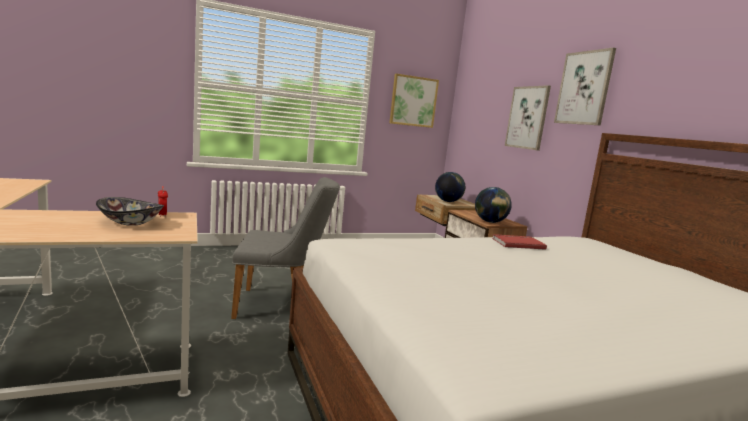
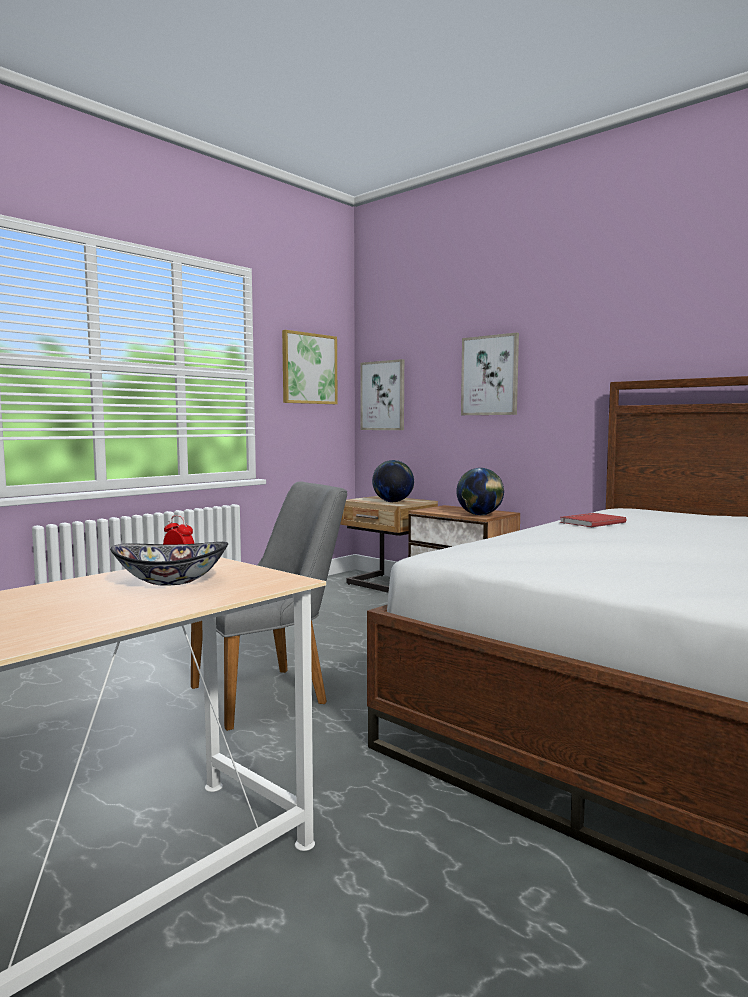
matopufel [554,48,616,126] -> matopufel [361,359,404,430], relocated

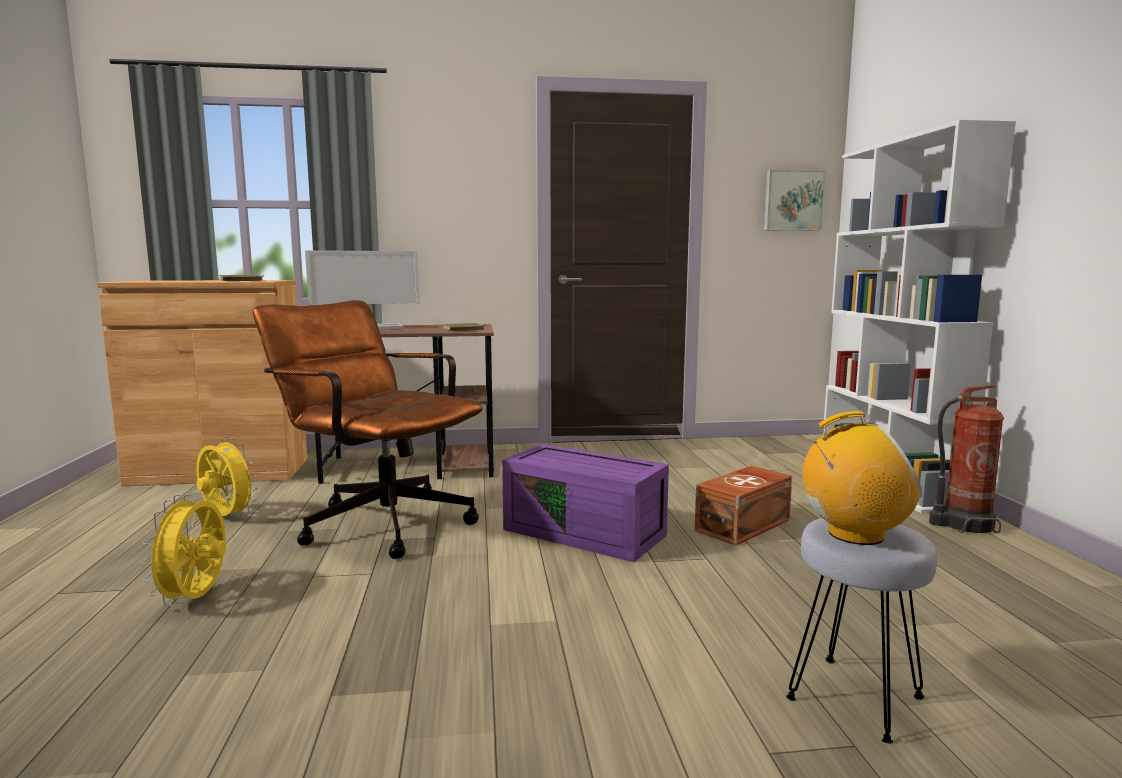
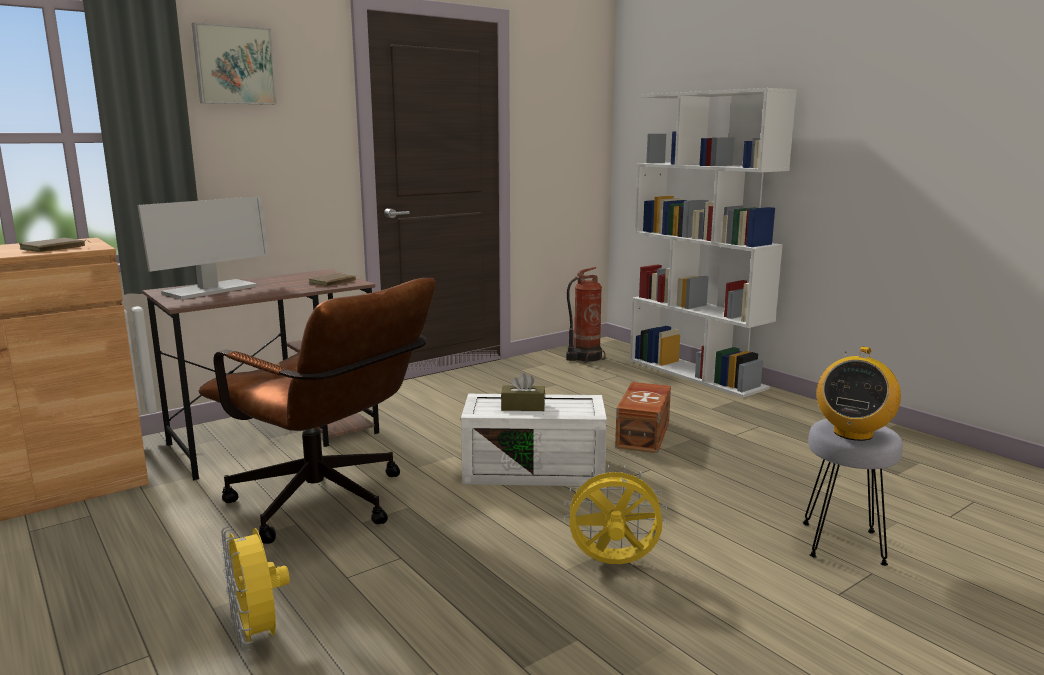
none -> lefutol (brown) [501,373,545,411]
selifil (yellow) [196,436,258,517] -> selifil (yellow) [564,465,667,564], relocated
matopufel [764,170,826,231] -> matopufel [192,22,277,105], relocated
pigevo [929,385,1004,533] -> pigevo [566,267,605,363], relocated
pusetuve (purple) [502,444,669,562] -> pusetuve (white) [461,394,607,486]
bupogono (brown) [253,300,483,559] -> bupogono (brown) [199,278,436,544], 150 degrees counterclockwise
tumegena [802,411,922,545] -> tumegena [817,347,901,441], 150 degrees clockwise

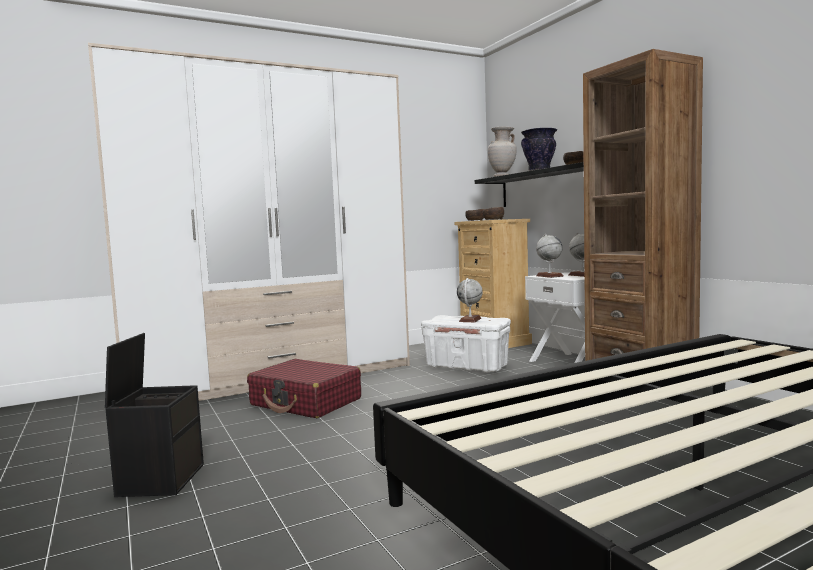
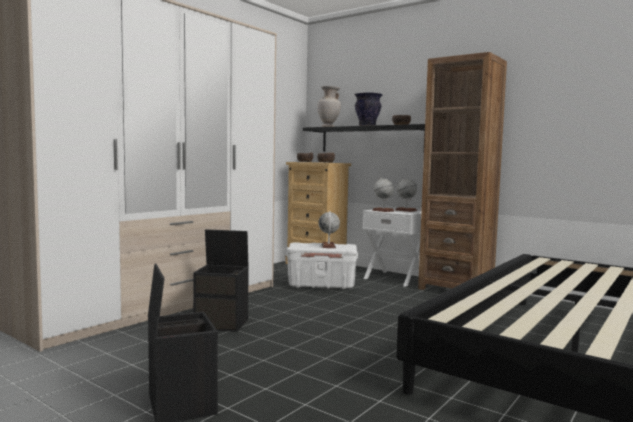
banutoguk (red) [247,359,361,418] -> pusetuve (black) [193,229,249,332]

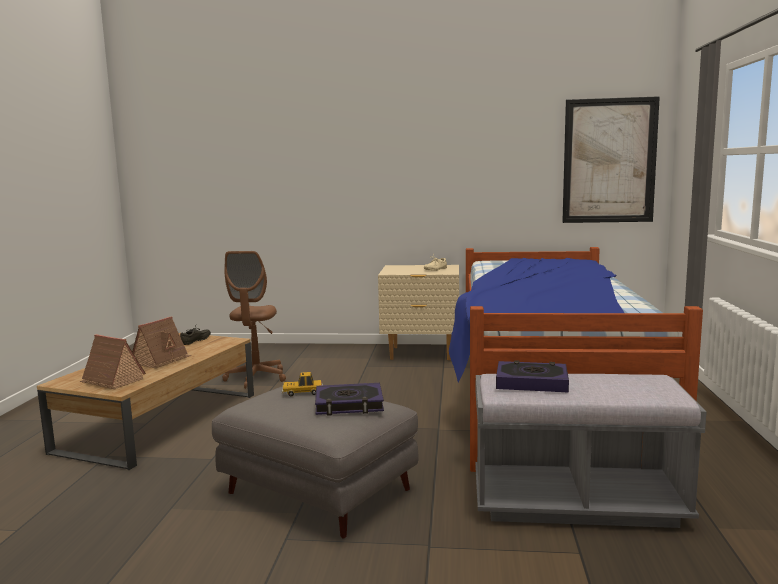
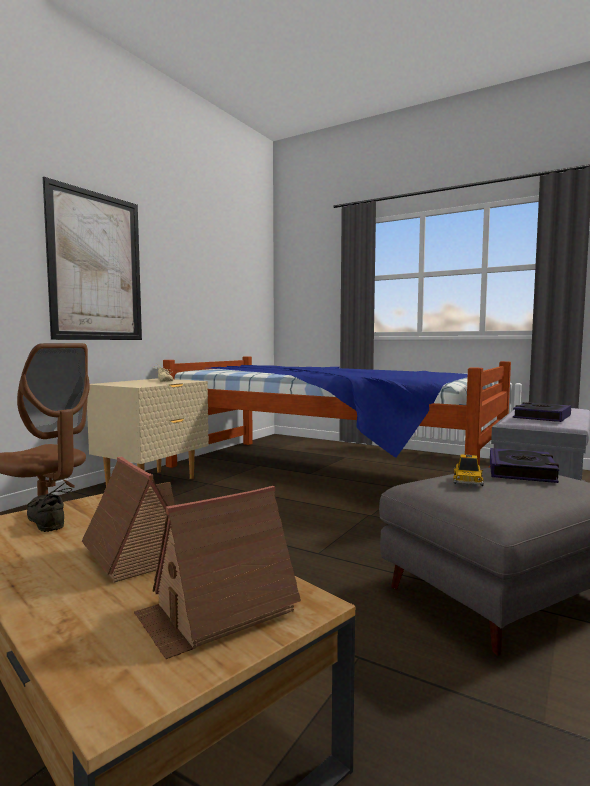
matopufel [562,96,660,223] -> matopufel [43,177,142,340], relocated

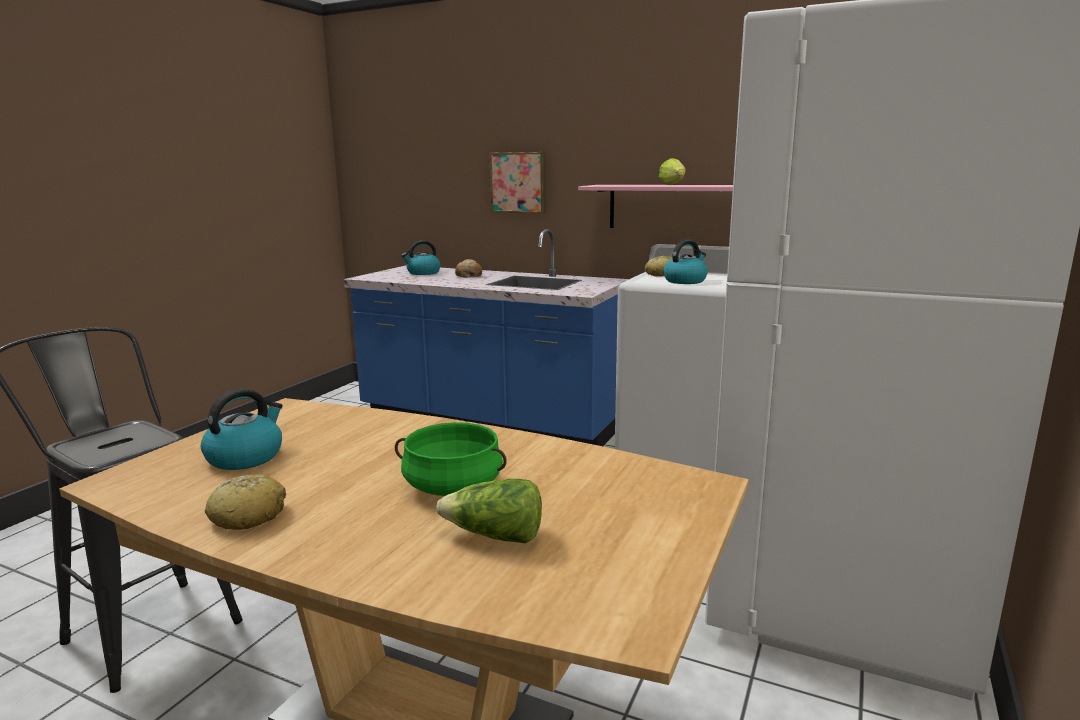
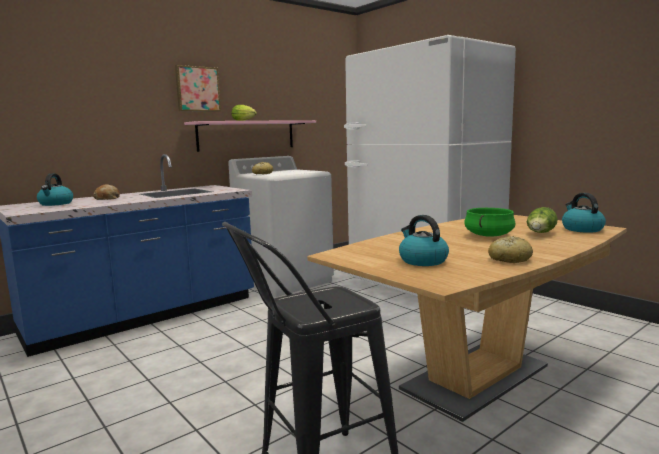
matopufel [489,152,546,214] -> matopufel [175,65,221,112], relocated
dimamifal [663,240,708,284] -> dimamifal [562,193,606,233], relocated

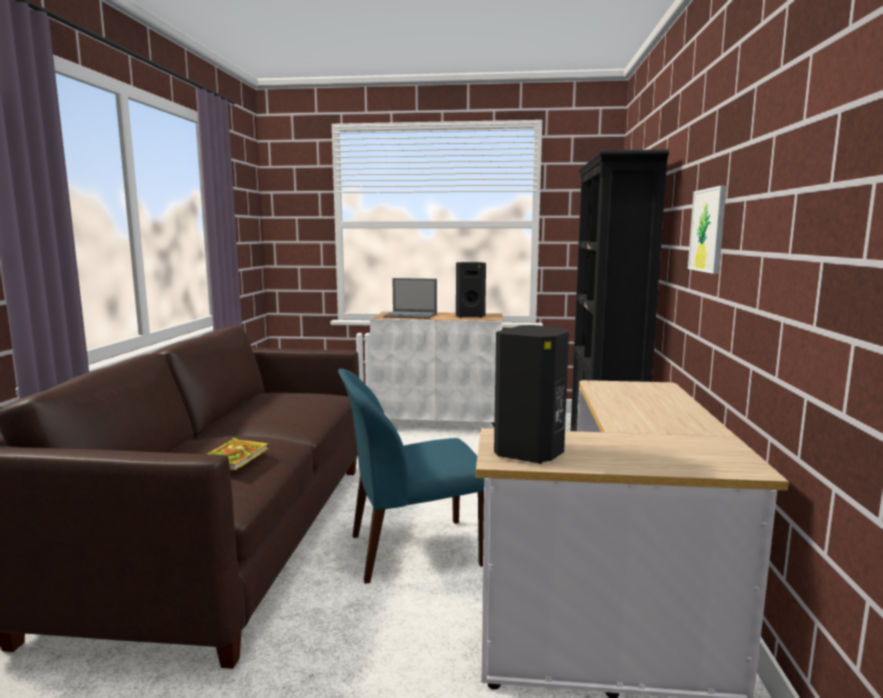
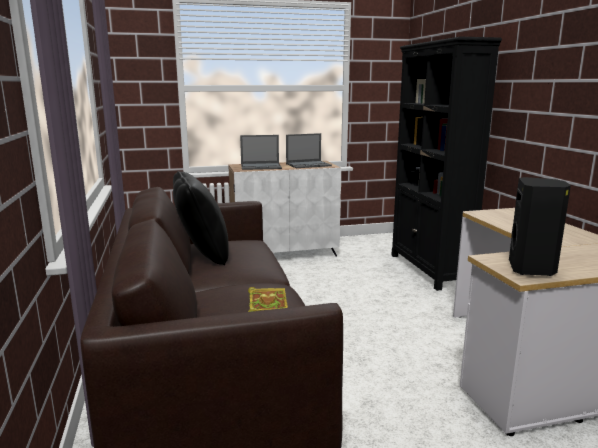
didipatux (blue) [338,369,484,584] -> none
matopufel [688,186,727,274] -> none
none -> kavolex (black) [173,171,229,265]
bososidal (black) [456,262,486,318] -> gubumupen [286,133,332,168]

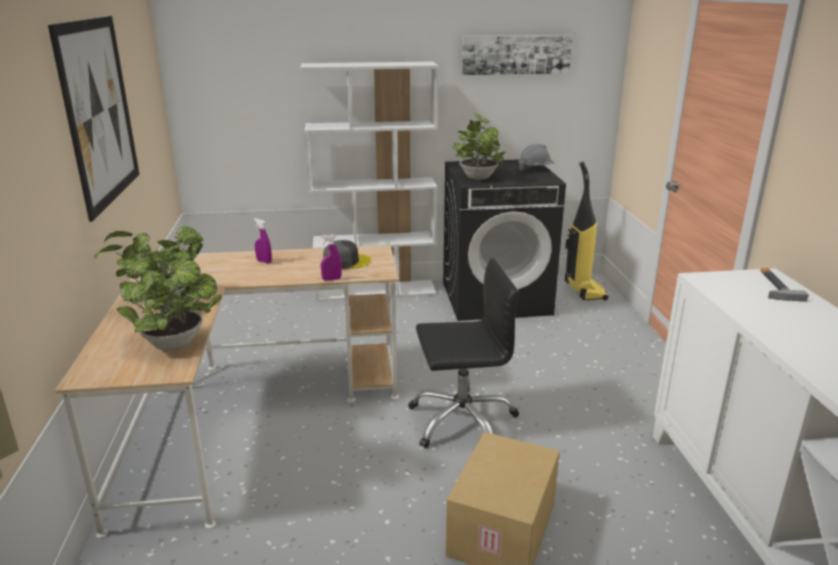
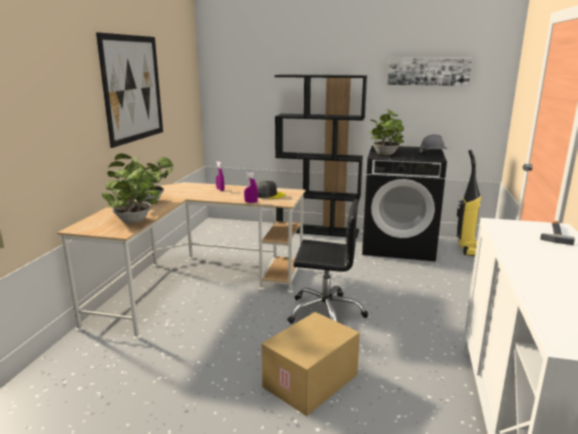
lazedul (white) [300,62,439,301] -> lazedul (black) [275,74,367,238]

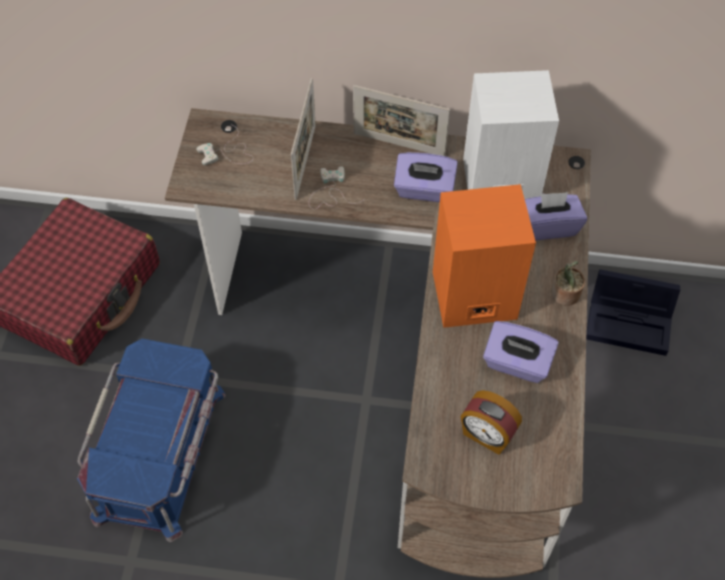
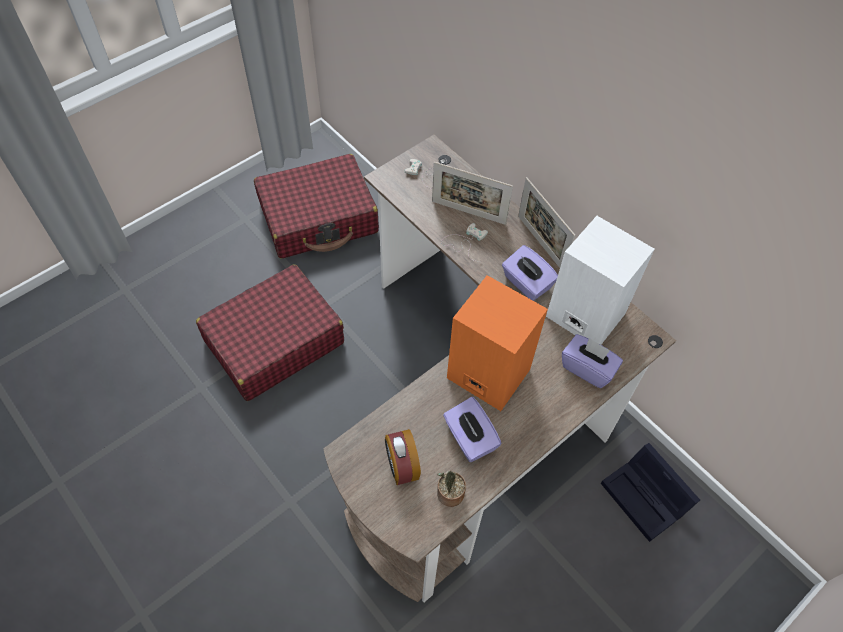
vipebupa [551,261,585,306] -> vipebupa [437,471,466,507], relocated
pusetuve (blue) [77,339,225,542] -> banutoguk (red) [196,264,344,401]
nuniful [291,78,316,200] -> nuniful [432,162,513,225], 60 degrees clockwise

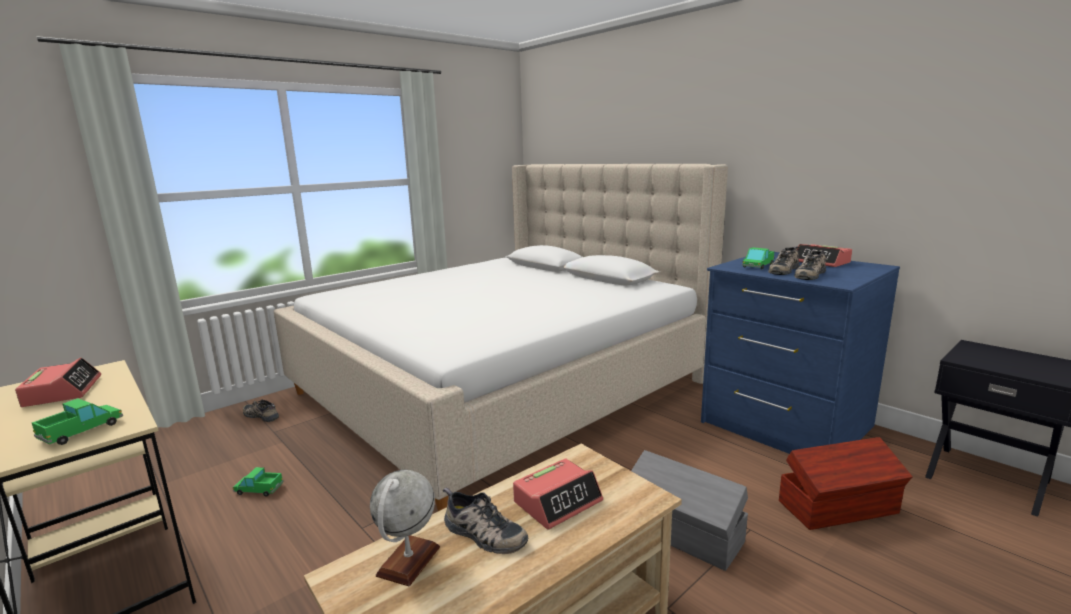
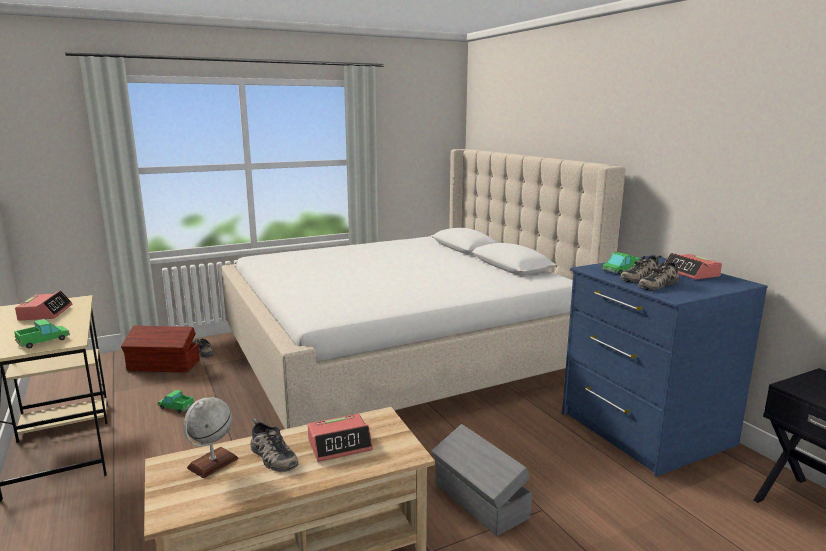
pusetuve (brown) [779,437,912,530] -> pusetuve (brown) [121,325,200,372], relocated

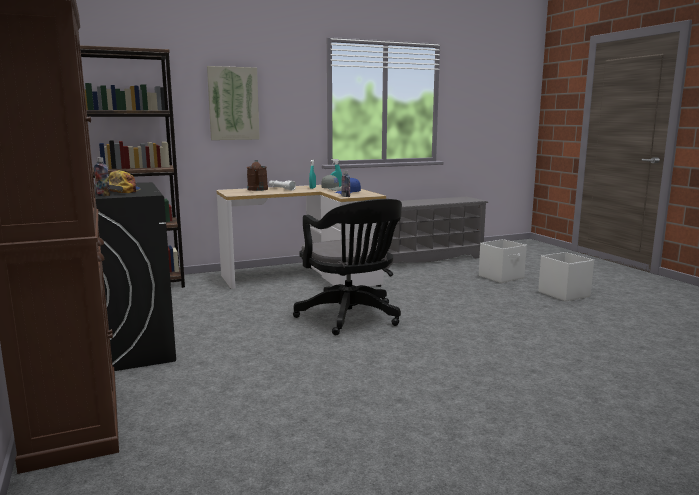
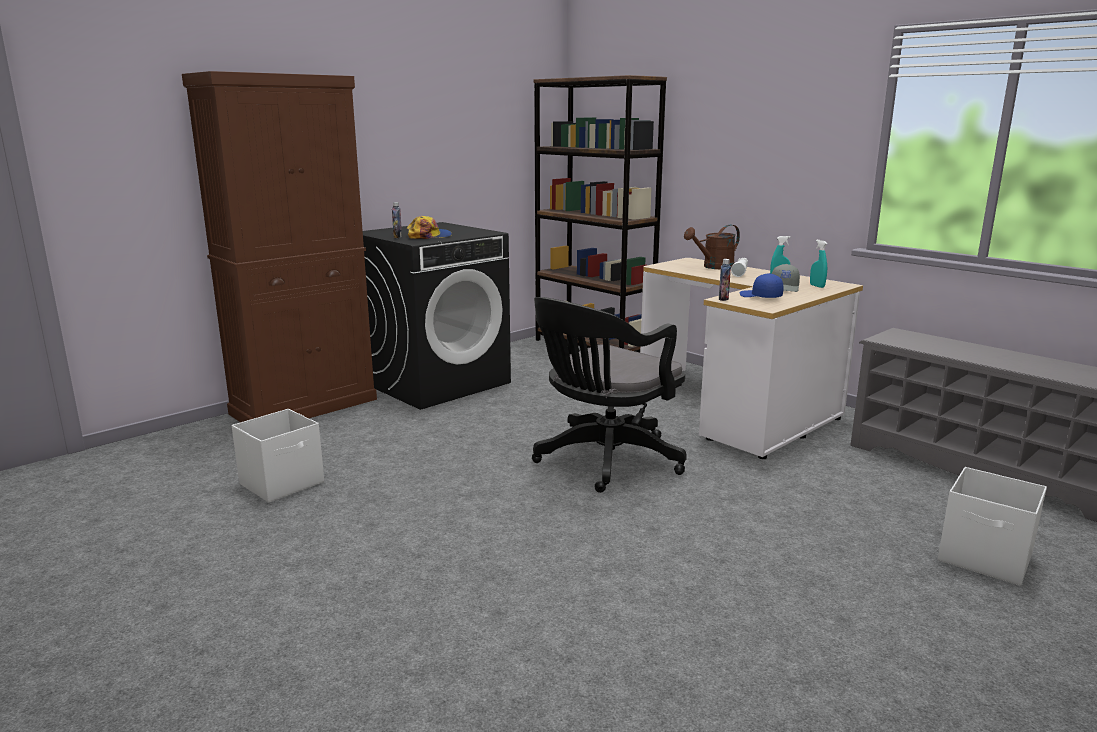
matopufel [207,66,260,140] -> none
pusetuve (white) [538,252,594,302] -> pusetuve (white) [232,409,324,503], relocated

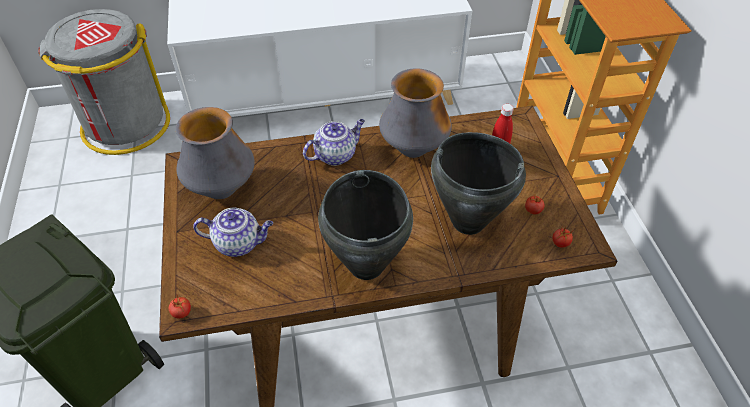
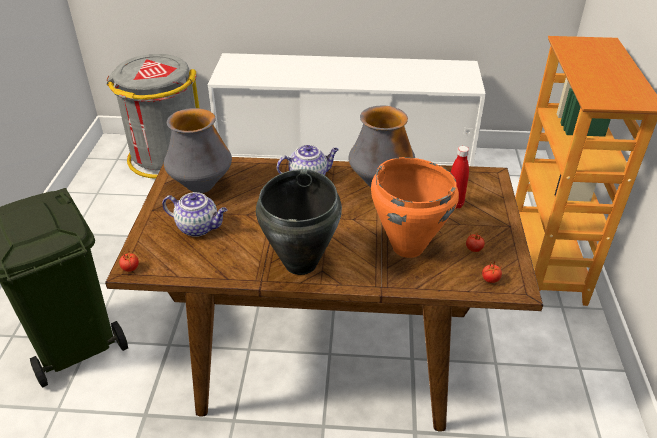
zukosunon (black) [431,132,526,235] -> zukosunon (orange) [371,157,459,258]

